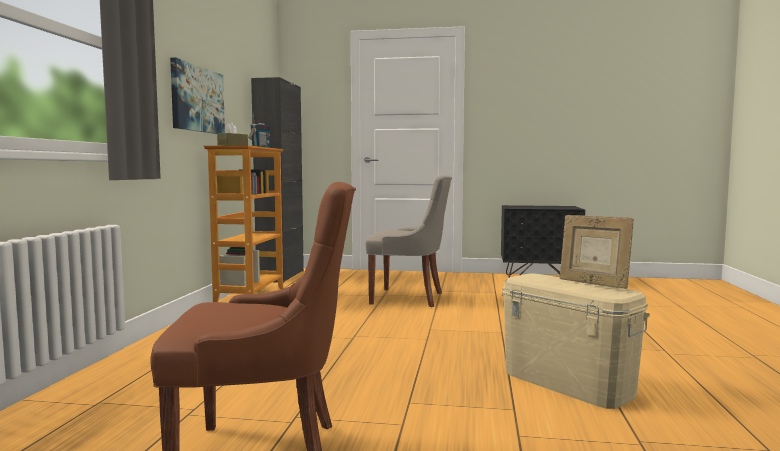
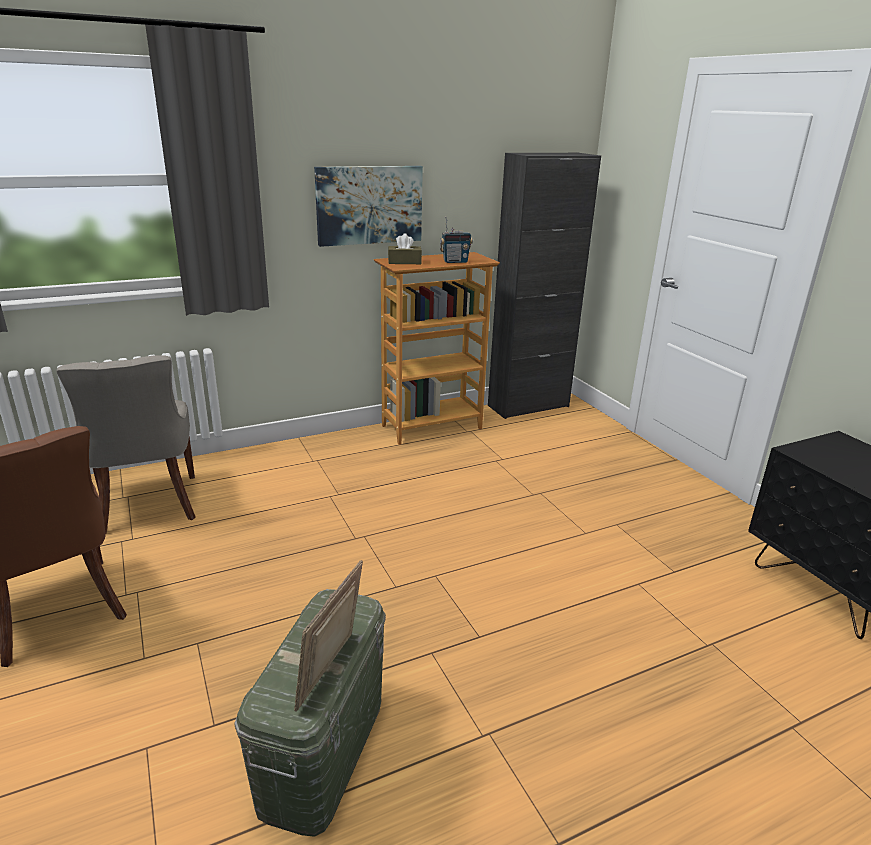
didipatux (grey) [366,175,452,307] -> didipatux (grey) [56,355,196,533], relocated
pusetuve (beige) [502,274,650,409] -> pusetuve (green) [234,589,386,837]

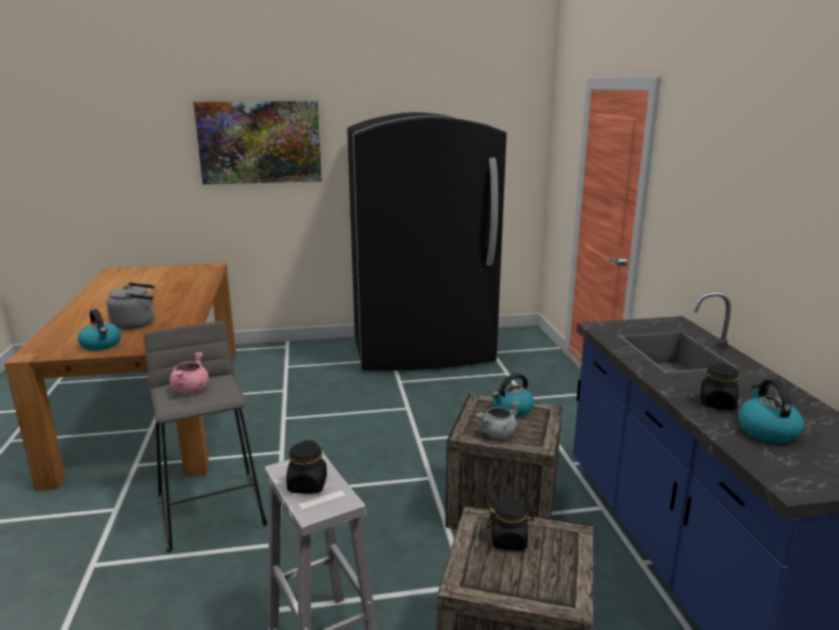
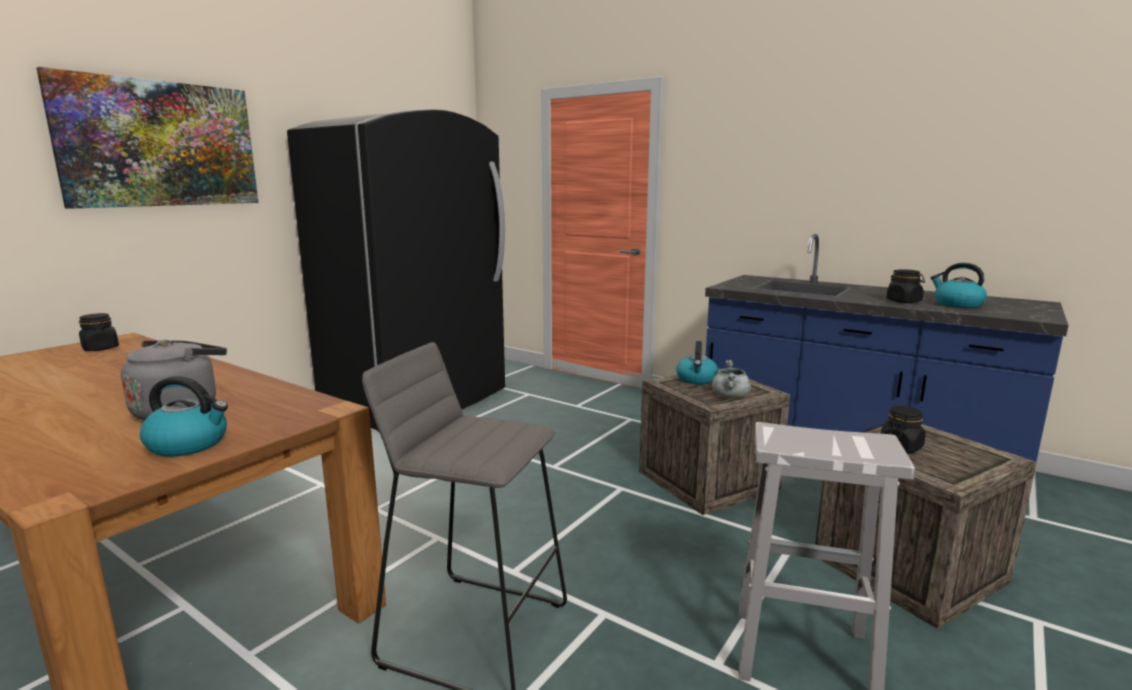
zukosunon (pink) [169,352,209,393] -> none
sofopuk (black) [286,440,327,494] -> sofopuk (black) [79,313,119,351], relocated

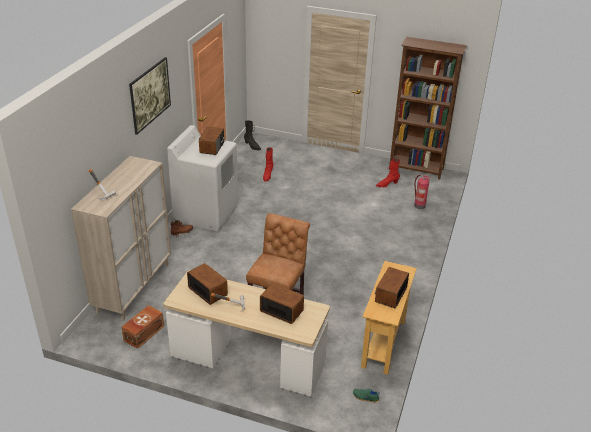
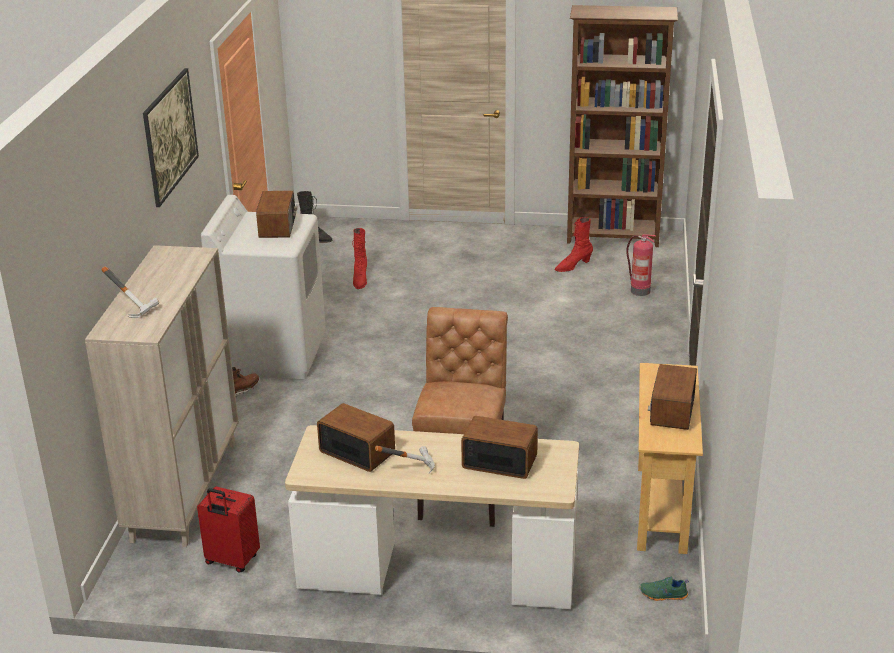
pusetuve (brown) [121,305,164,349] -> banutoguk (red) [197,487,260,573]

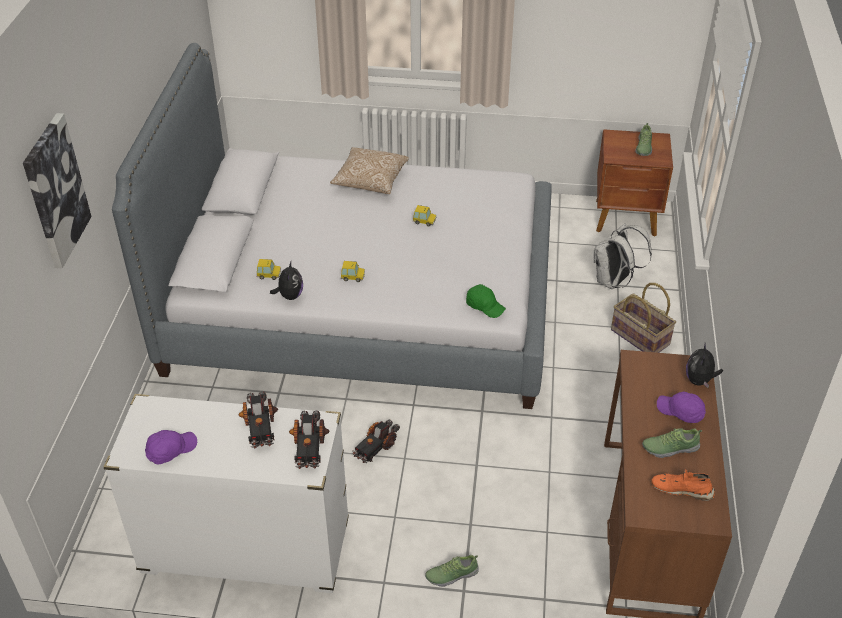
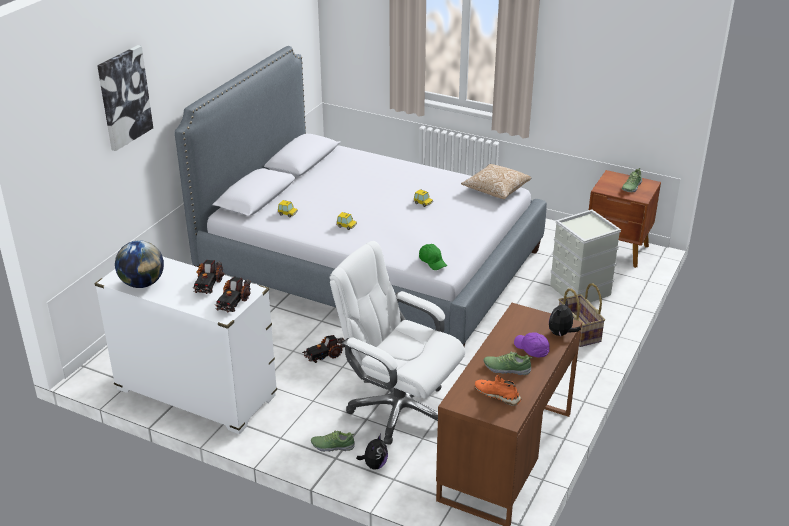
none -> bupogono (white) [329,241,465,445]
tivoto [270,262,303,300] -> tivoto [356,434,388,470], relocated
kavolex [330,147,409,194] -> kavolex [461,164,531,199], relocated
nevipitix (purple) [145,430,197,464] -> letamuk [115,240,164,288]
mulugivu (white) [594,223,652,289] -> pusetuve (grey) [550,209,621,303]

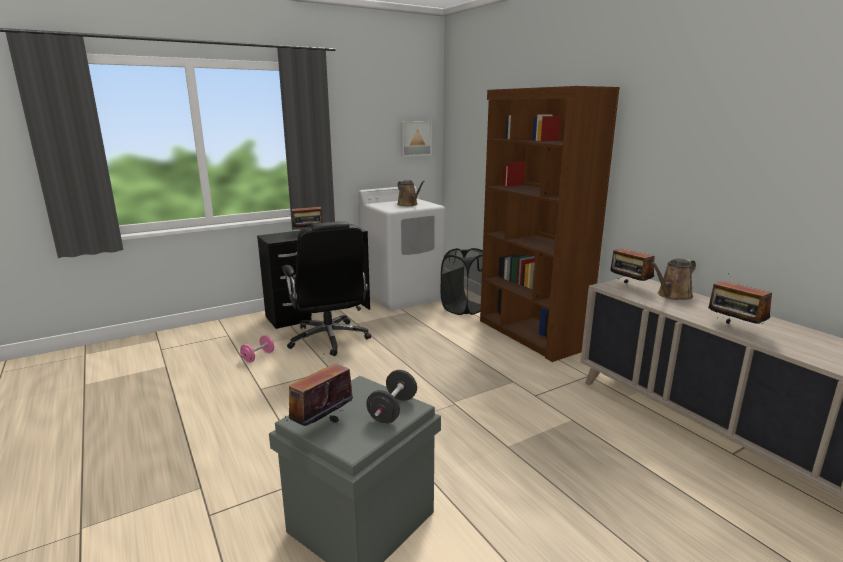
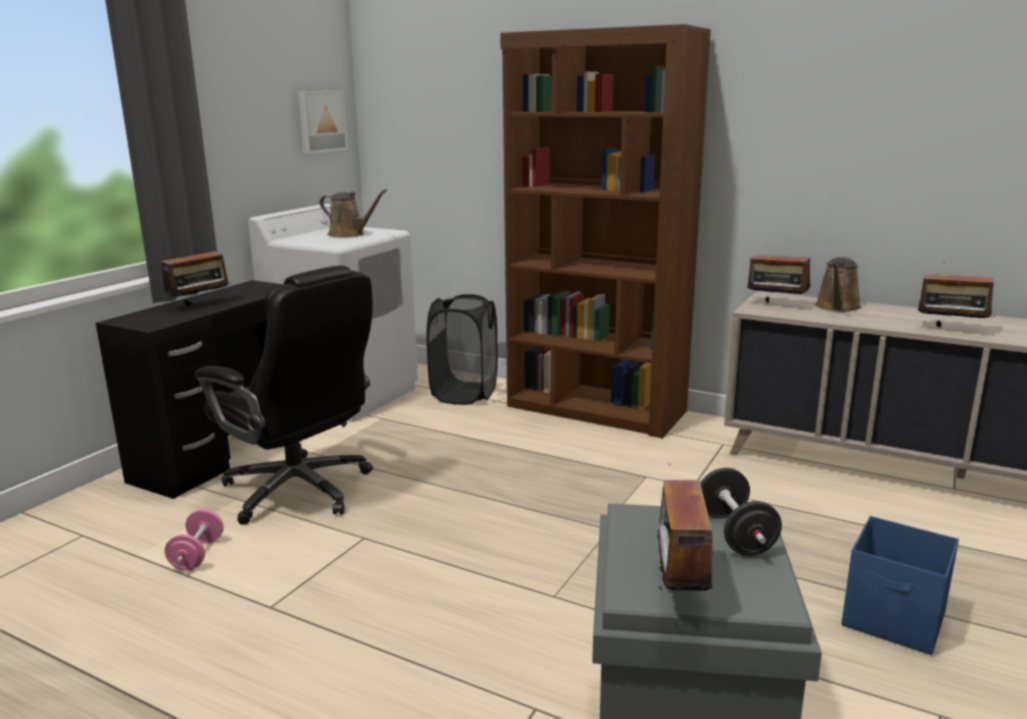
none -> pusetuve (blue) [842,516,959,655]

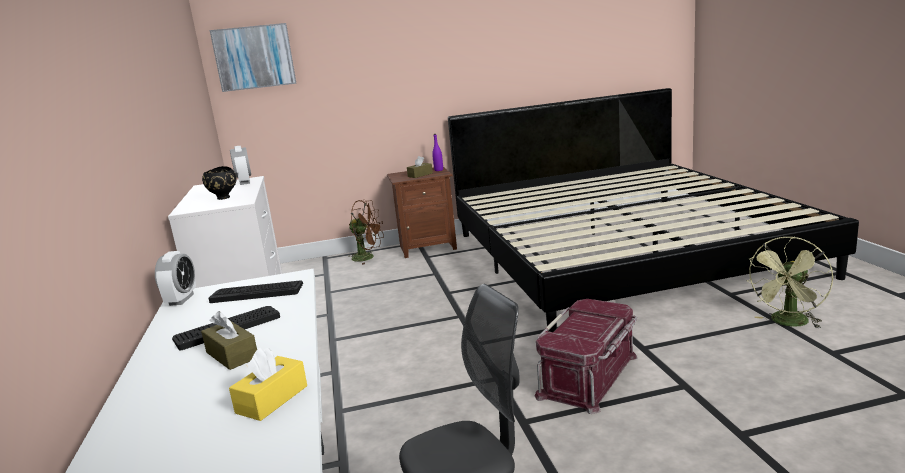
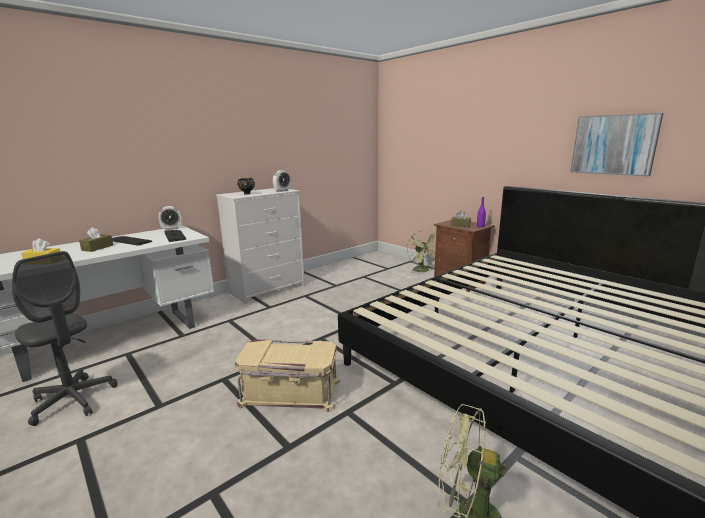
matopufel [210,23,296,92] -> matopufel [570,113,663,176], relocated
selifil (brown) [348,200,384,265] -> selifil (green) [407,230,436,273]
pusetuve (red) [535,299,638,414] -> pusetuve (beige) [235,339,340,412]

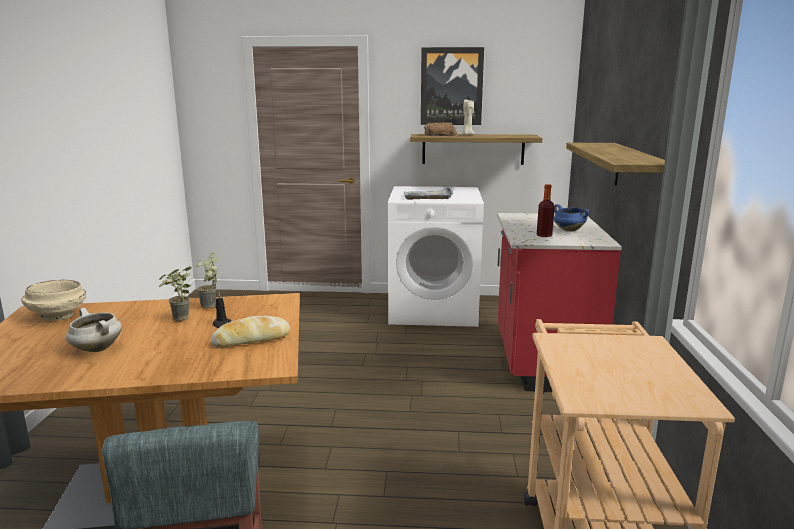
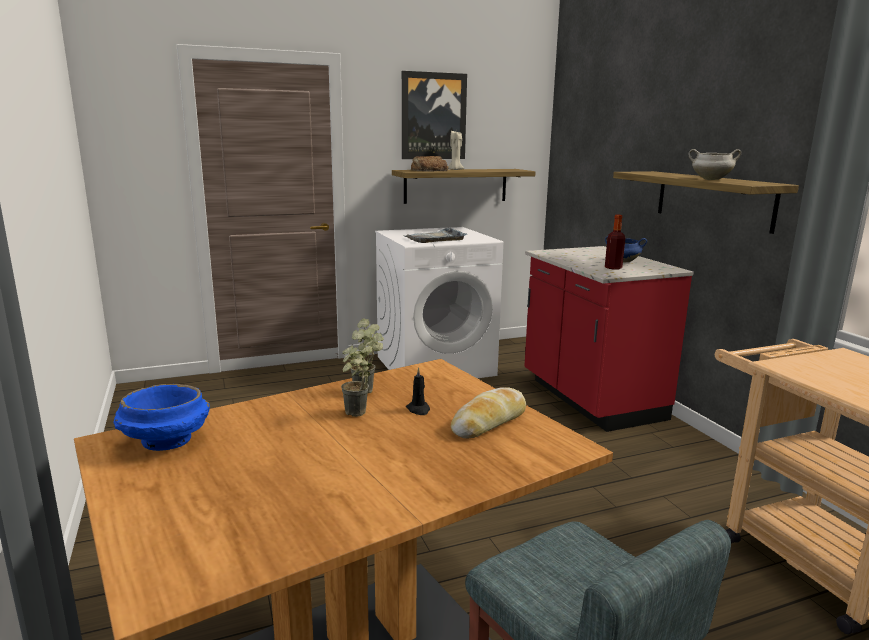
zukosunon (white) [66,308,122,352] -> zukosunon (white) [689,149,742,180], relocated
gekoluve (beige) [21,280,86,321] -> gekoluve (blue) [114,384,210,451]

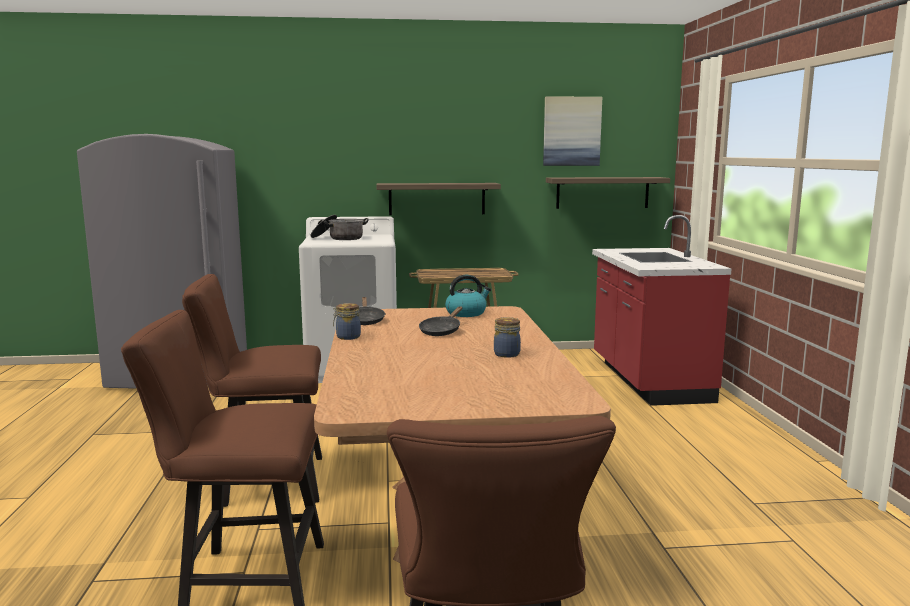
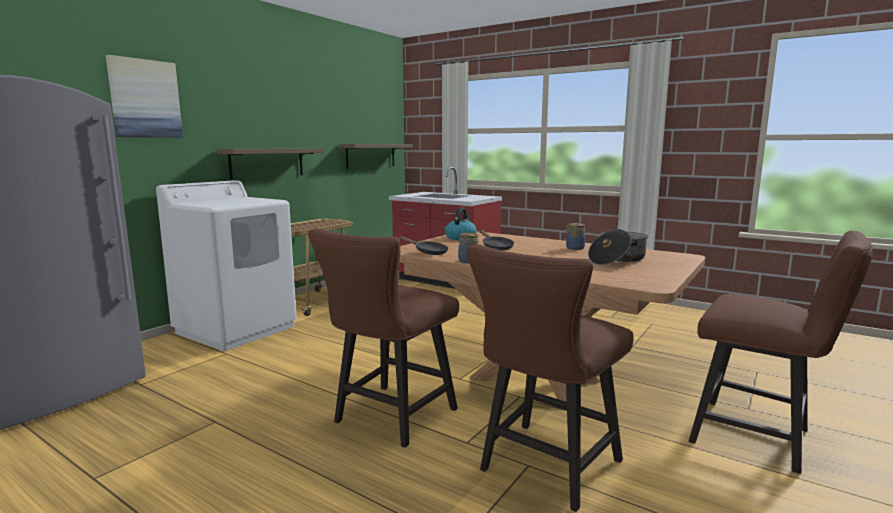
zukosunon [310,215,368,240] -> zukosunon [588,229,648,265], relocated
matopufel [543,96,602,166] -> matopufel [106,55,183,138], relocated

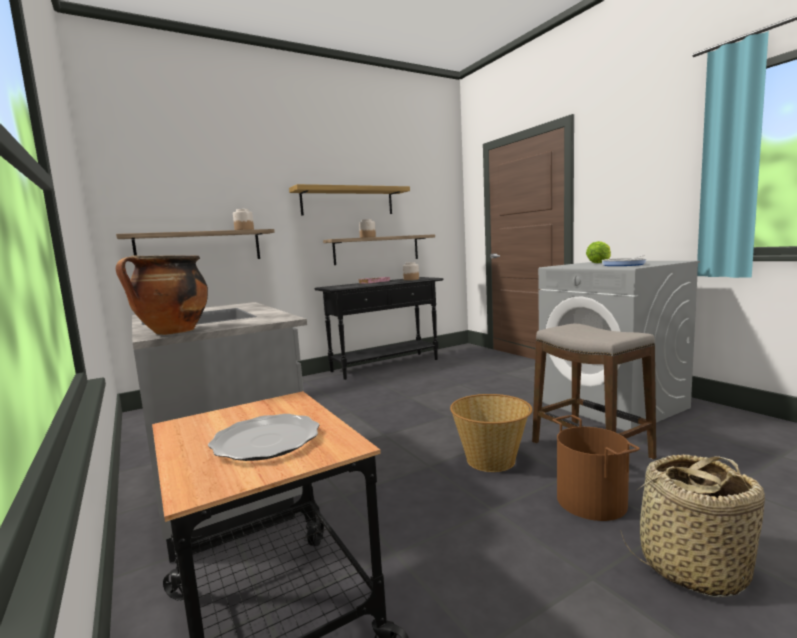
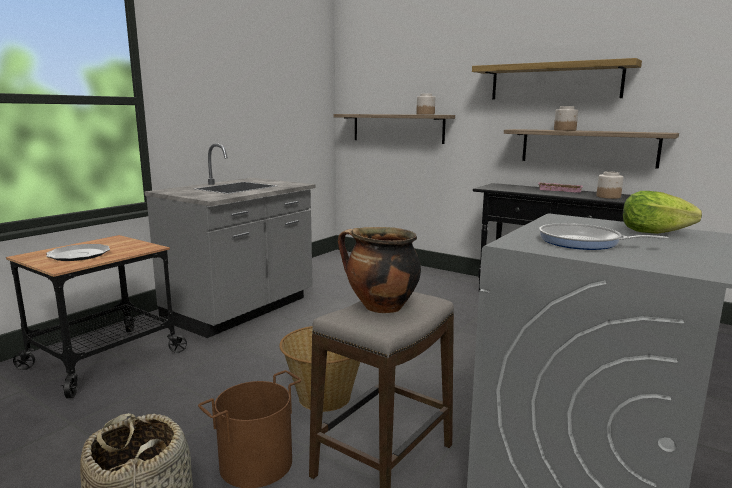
zukosunon [116,255,208,335] -> zukosunon [338,227,421,313], relocated

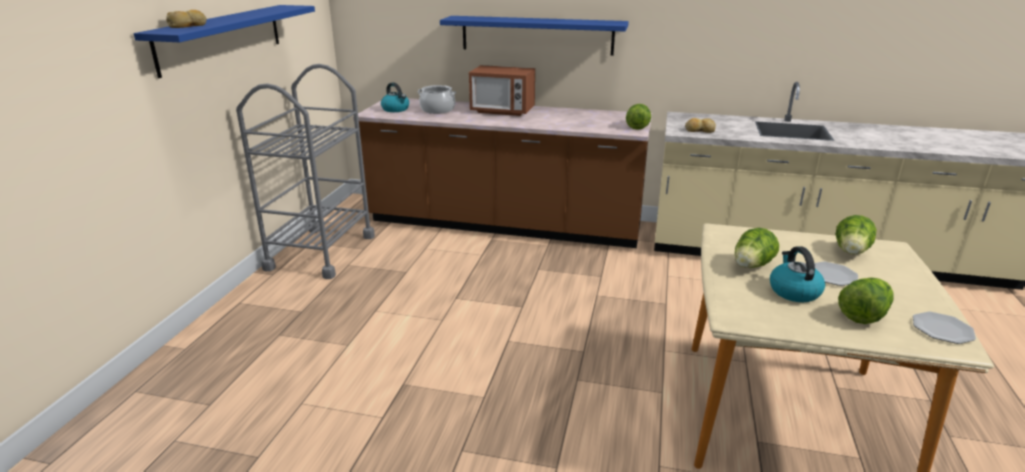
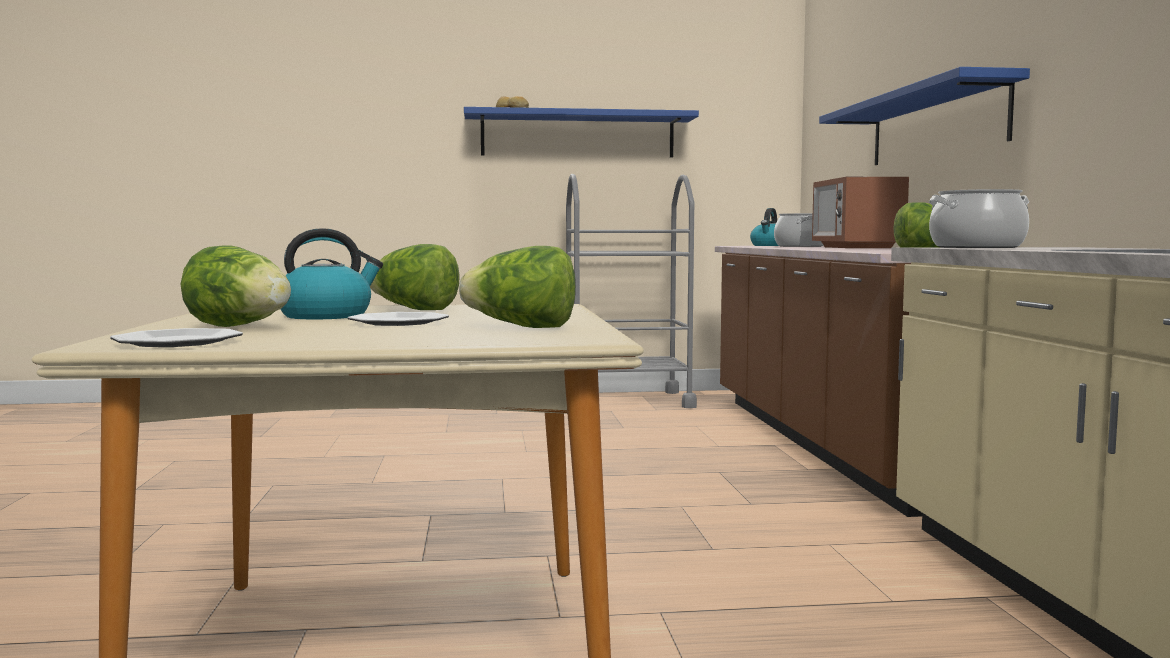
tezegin [685,118,716,133] -> zukosunon [929,189,1029,248]

